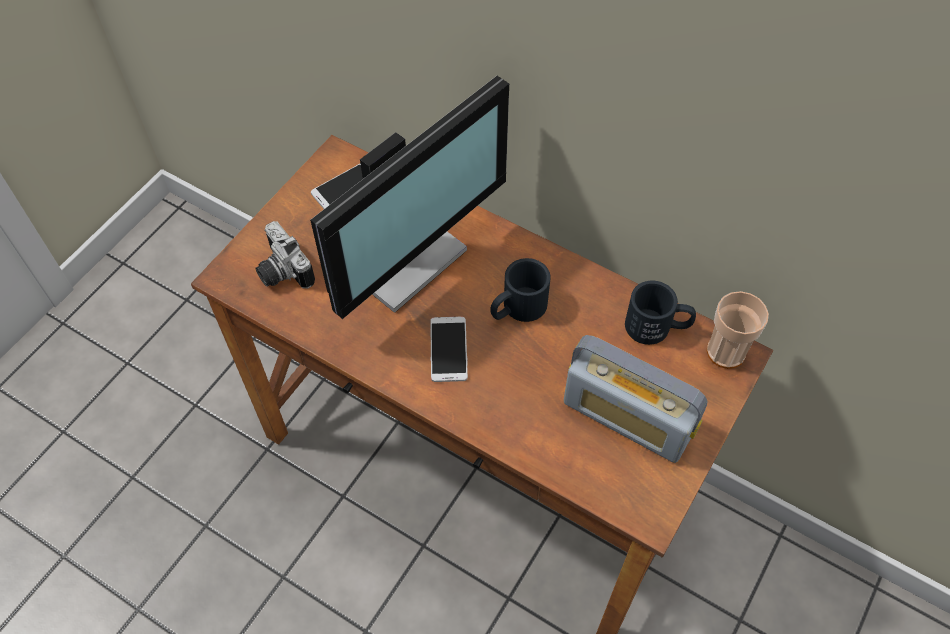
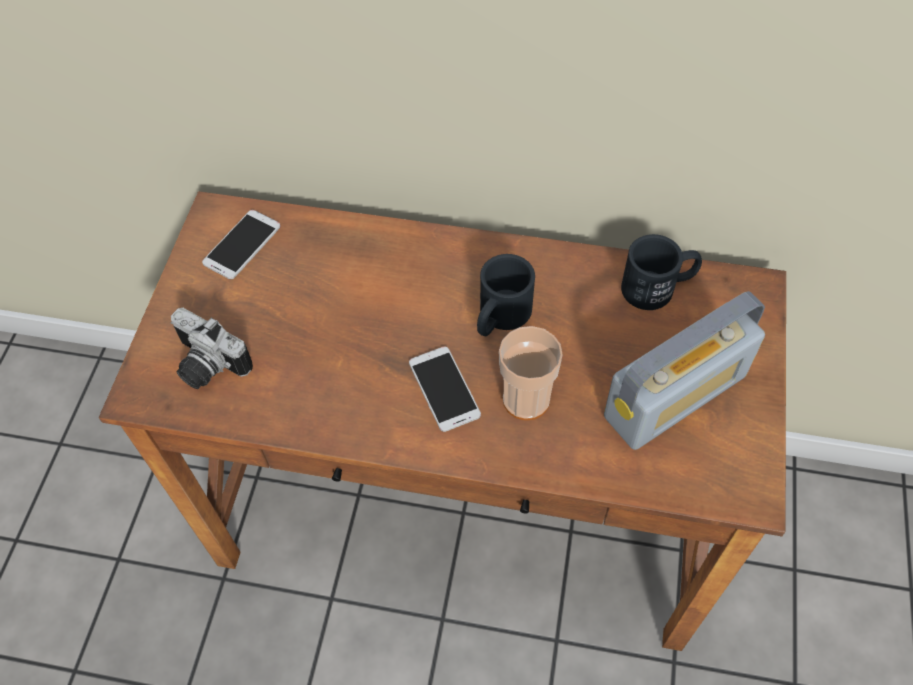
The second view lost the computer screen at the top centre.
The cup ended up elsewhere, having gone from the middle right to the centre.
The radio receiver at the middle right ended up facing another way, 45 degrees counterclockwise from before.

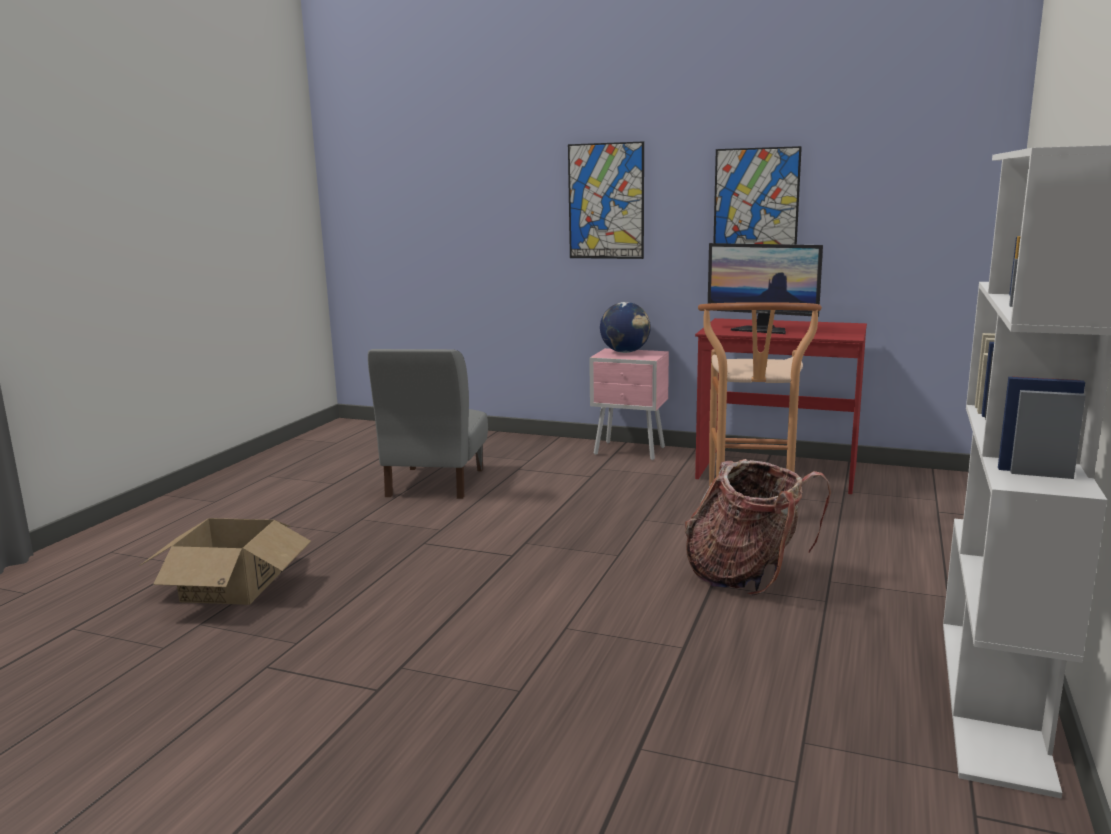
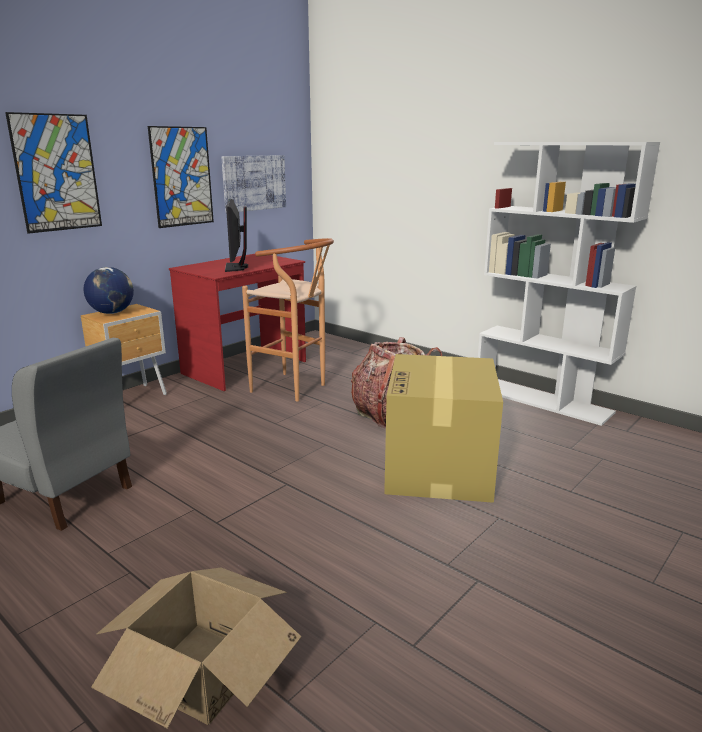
The second view gained the wall art (3rd from left) at the top centre.
The second view gained the carton (2nd from left) at the centre.
What was the pink-coloured bedside table at the centre turned into the brownish bedside table at the middle left.
The computer screen at the middle right ended up facing another way, 120 degrees clockwise from before.

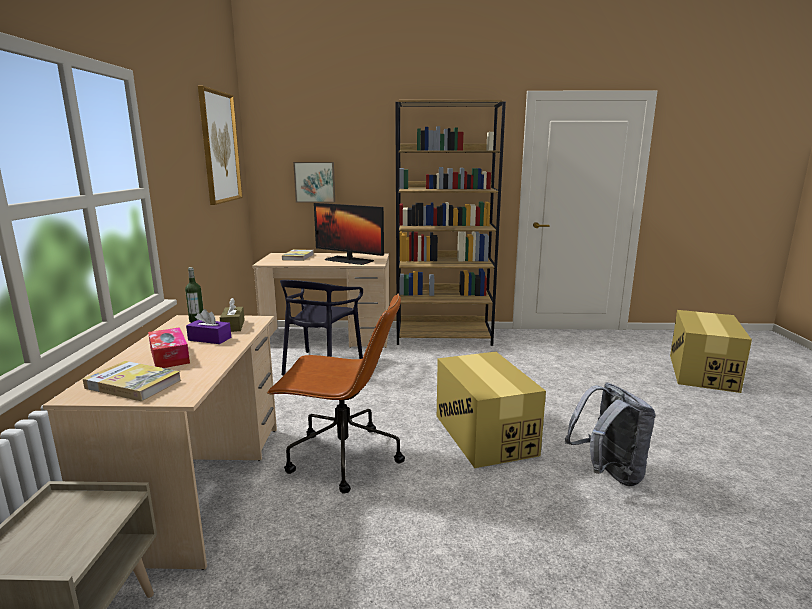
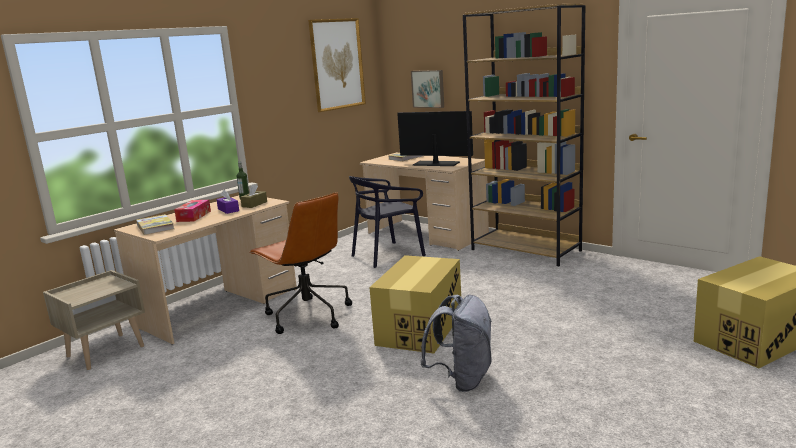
The computer screen at the centre ended up facing another way, 135 degrees clockwise from before.

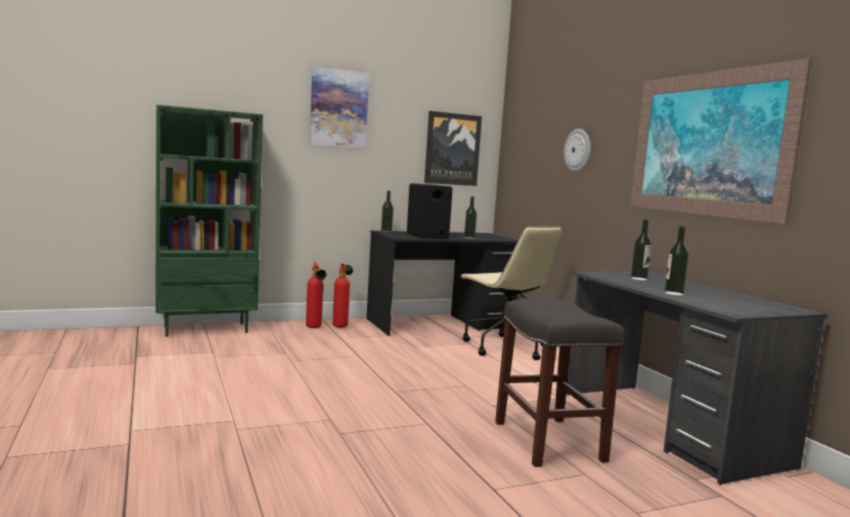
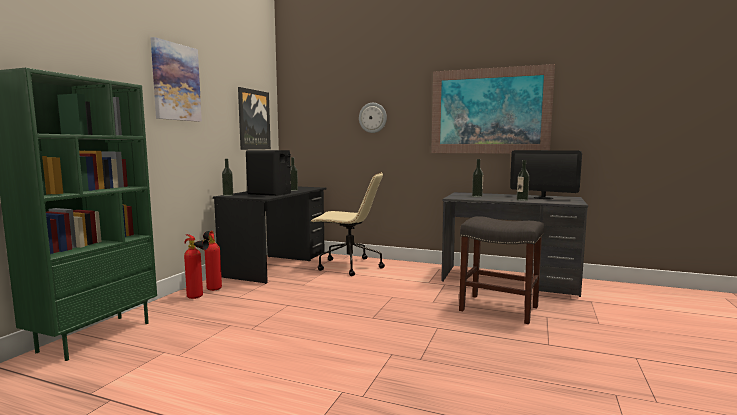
The second view gained the computer screen at the middle right.

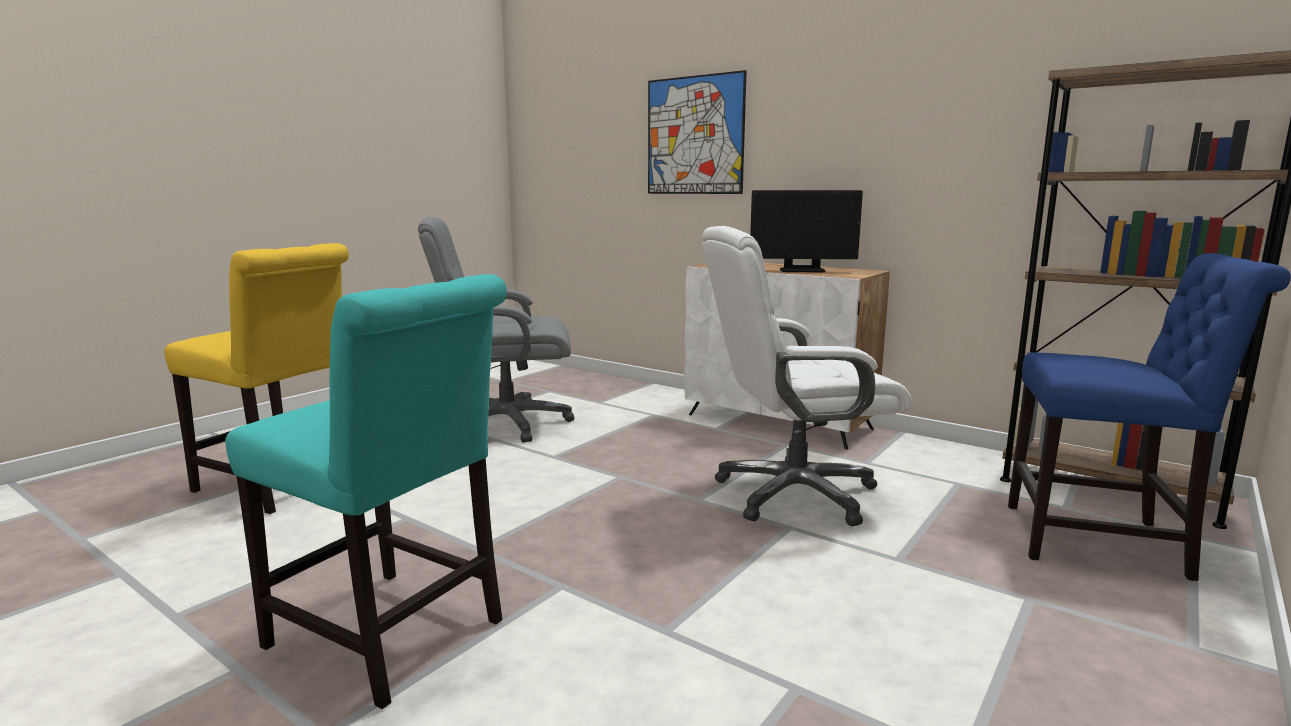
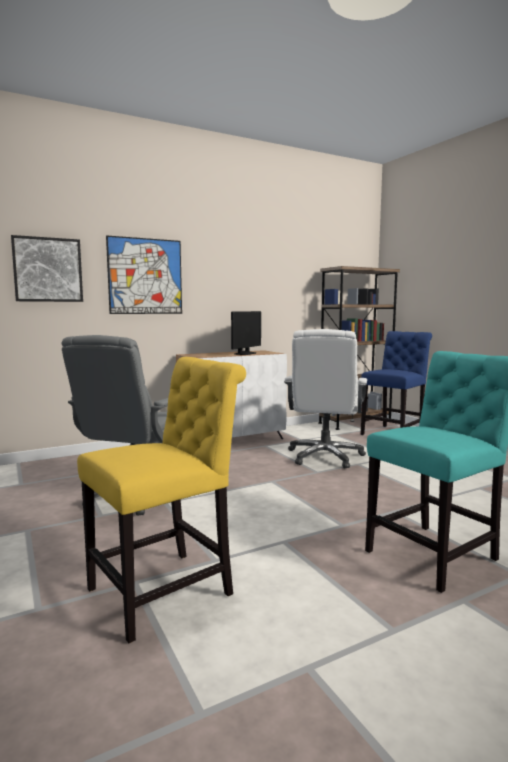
The second view gained the wall art (1st from left) at the middle left.

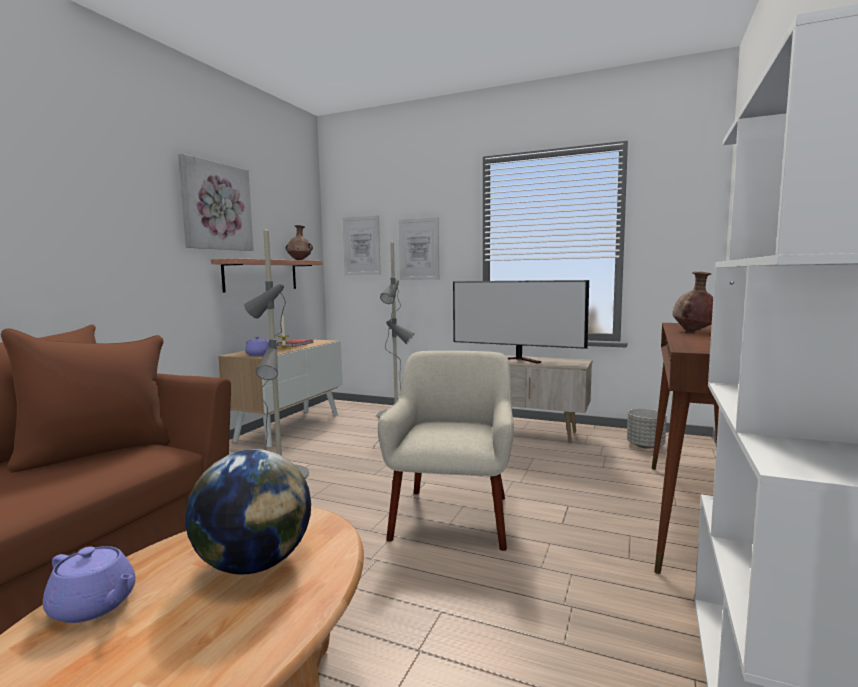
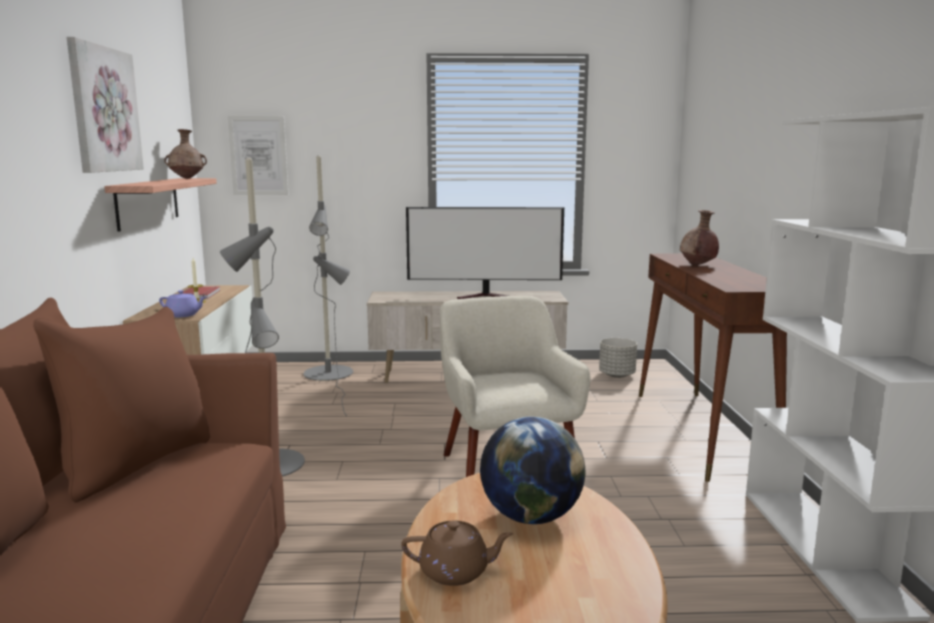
The second view lost the wall art (3rd from left) at the centre.
What was the purple-coloured teapot (1st from left) at the bottom left turned into the brownish teapot at the bottom centre.

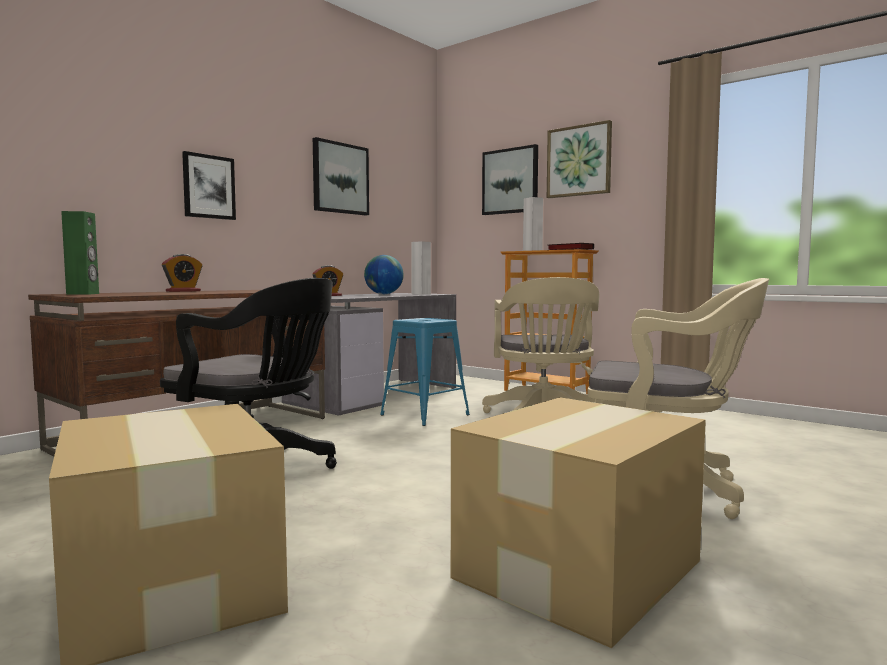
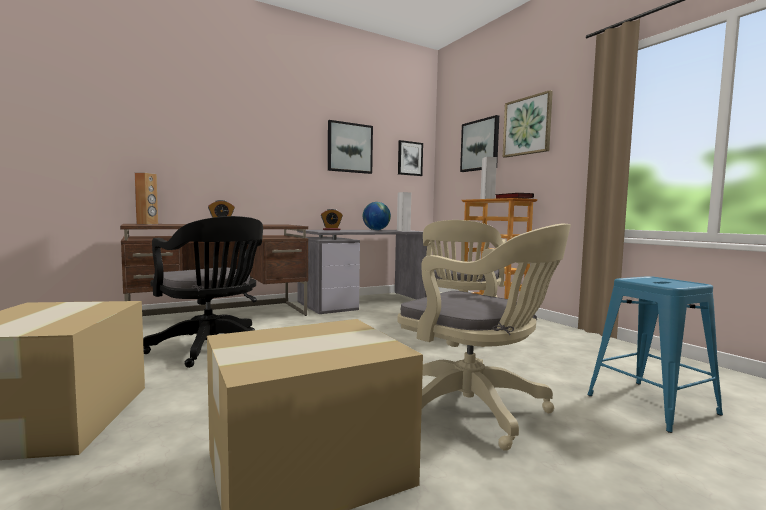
The wall art (1st from left in the first image) ended up elsewhere, having gone from the top left to the top centre.
The blue-coloured sitting stool ended up elsewhere, having gone from the centre to the bottom right.
What was the greenish loudspeaker at the middle left turned into the brownish loudspeaker at the middle left.

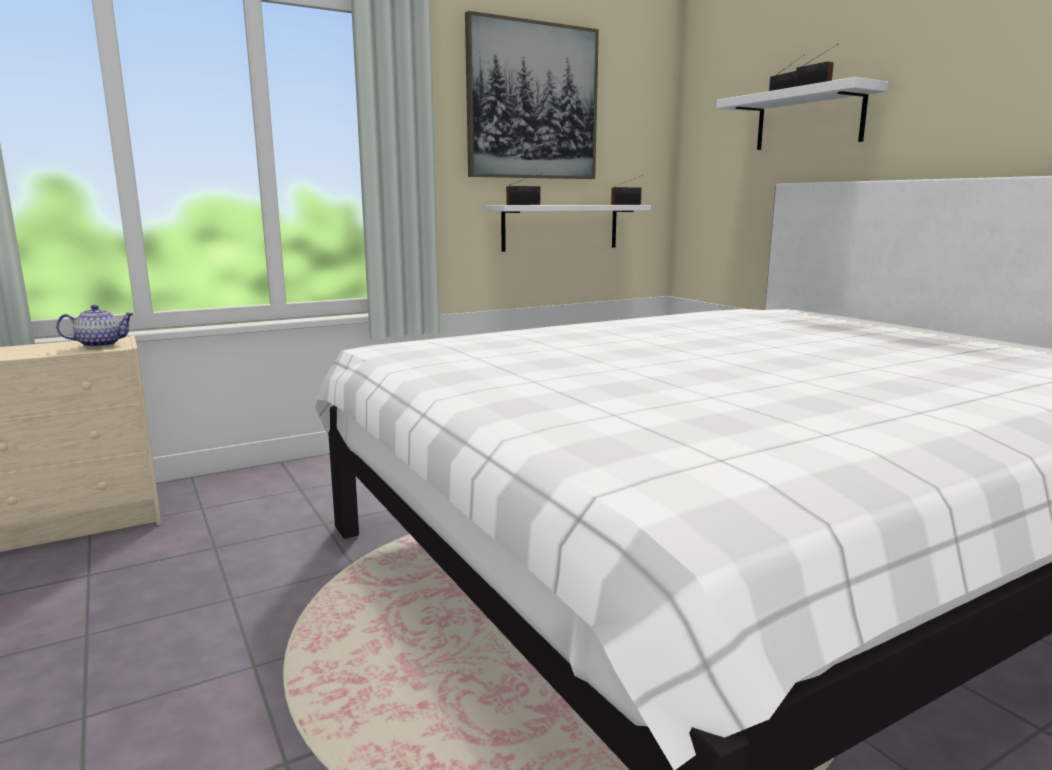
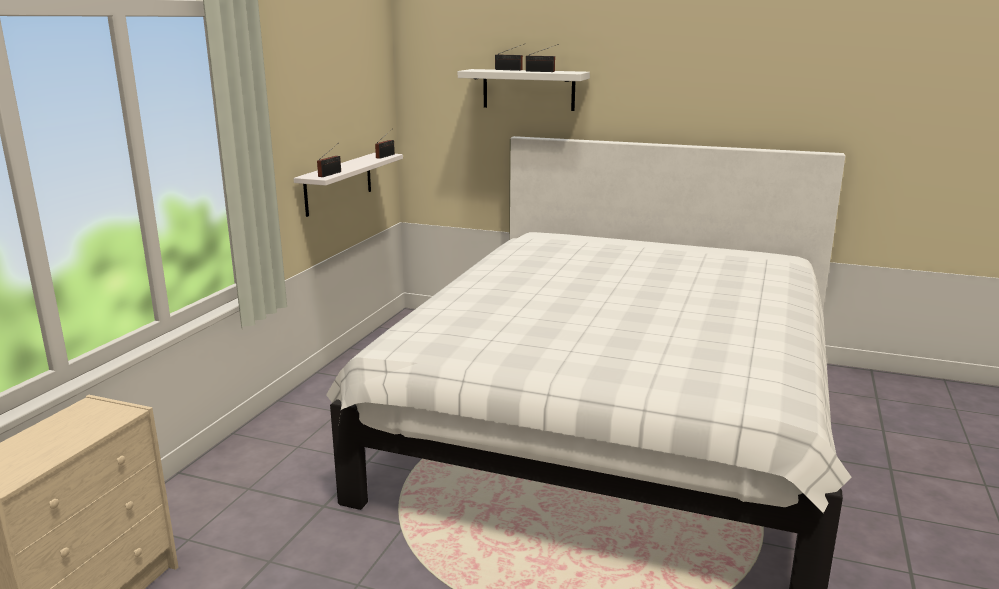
The second view lost the teapot at the middle left.
The second view lost the wall art at the top centre.

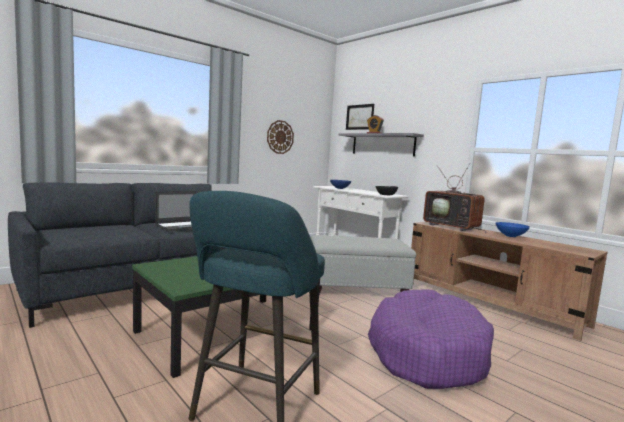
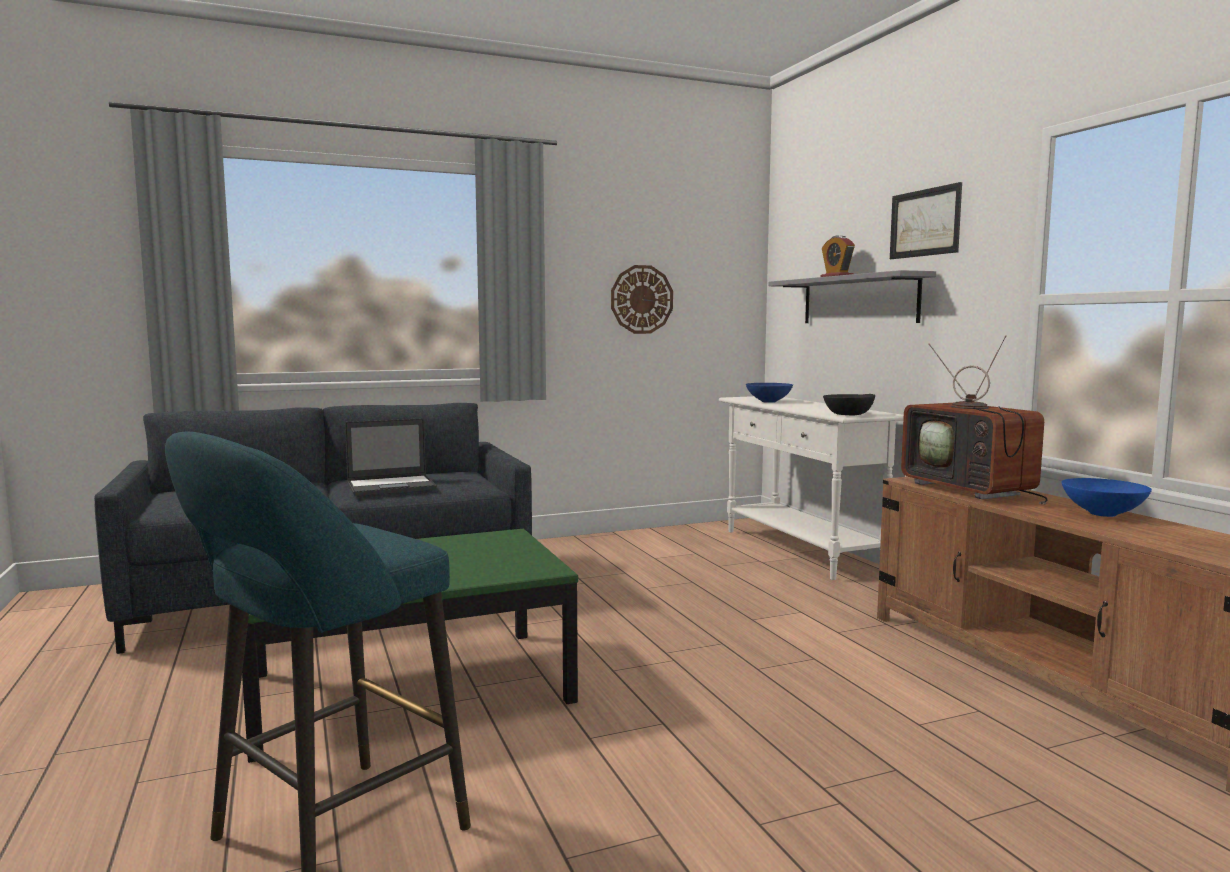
The second view lost the greyish pouffe at the centre.
The second view lost the purple-coloured pet bed at the bottom right.
The wall art ended up elsewhere, having gone from the top centre to the top right.

